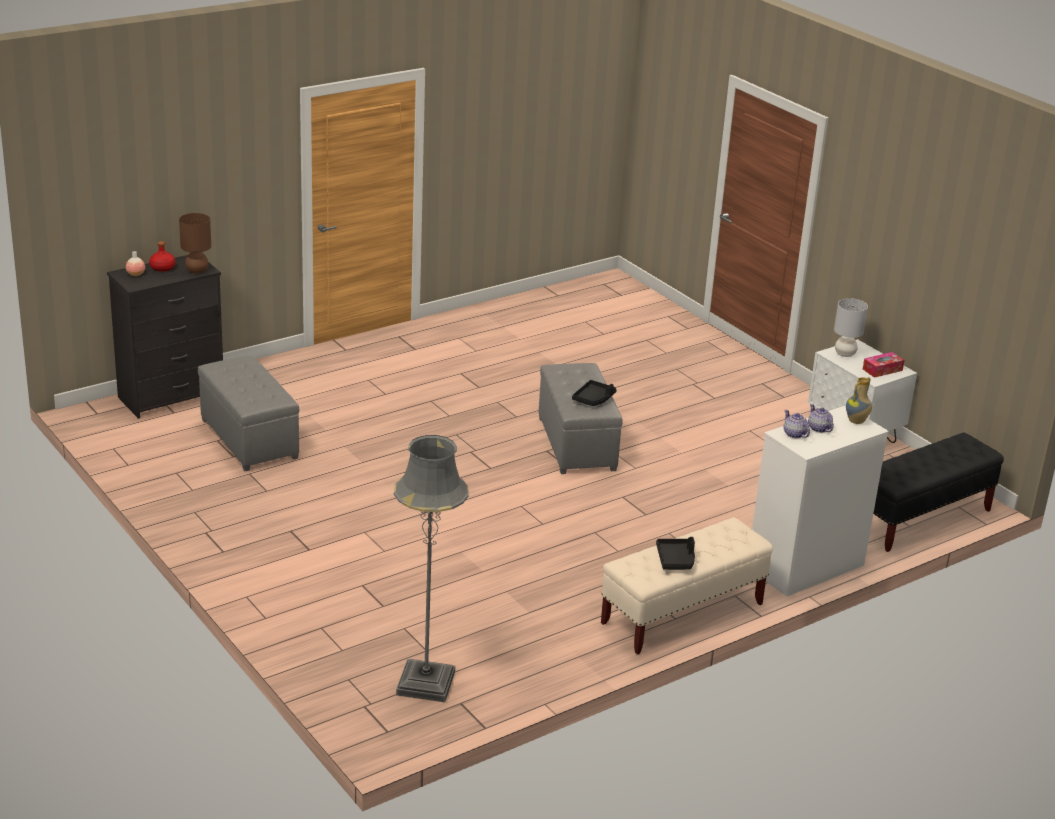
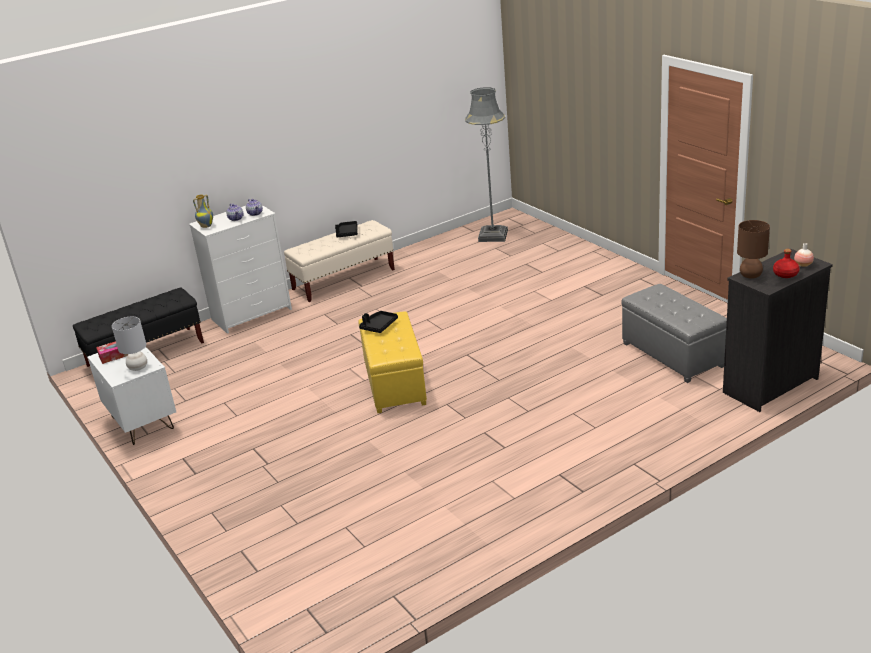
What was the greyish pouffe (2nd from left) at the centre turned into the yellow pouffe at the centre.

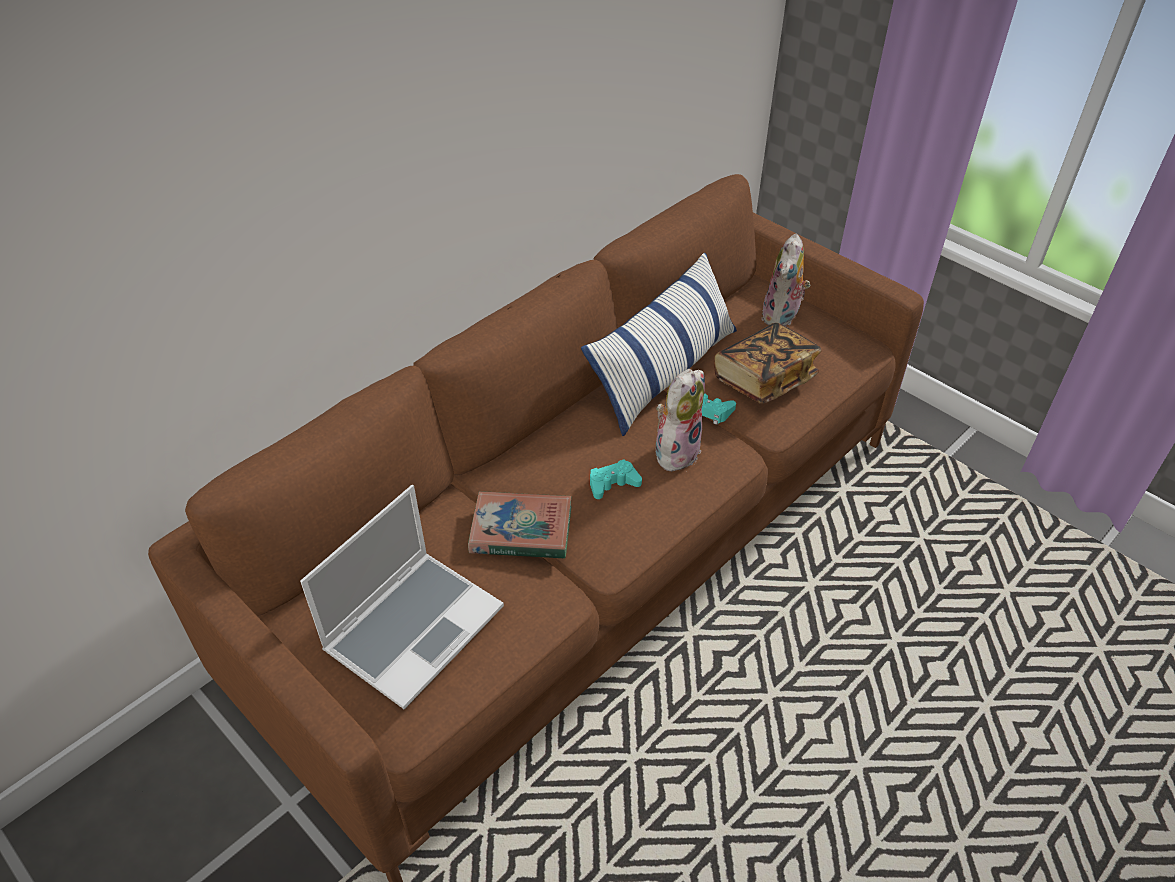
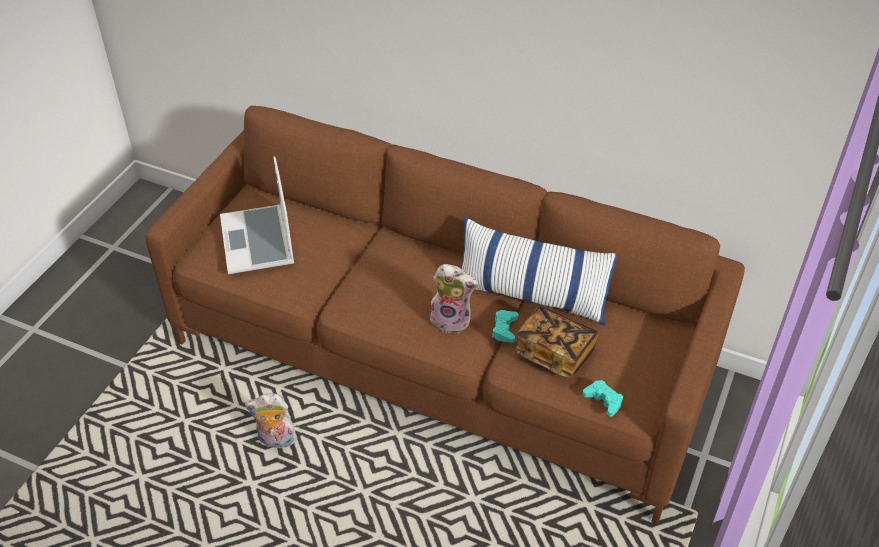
The second view lost the bound book (1st from left) at the centre.
The blue-green joypad (1st from left in the first image) ended up elsewhere, having gone from the centre to the bottom right.
The soft toy (2nd from left in the first image) ended up elsewhere, having gone from the top right to the bottom left.
The laptop at the bottom centre ended up facing another way, 60 degrees clockwise from before.

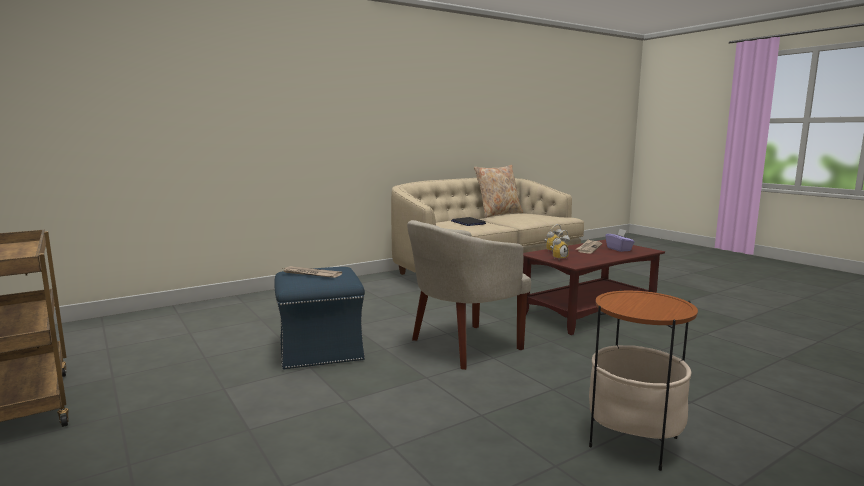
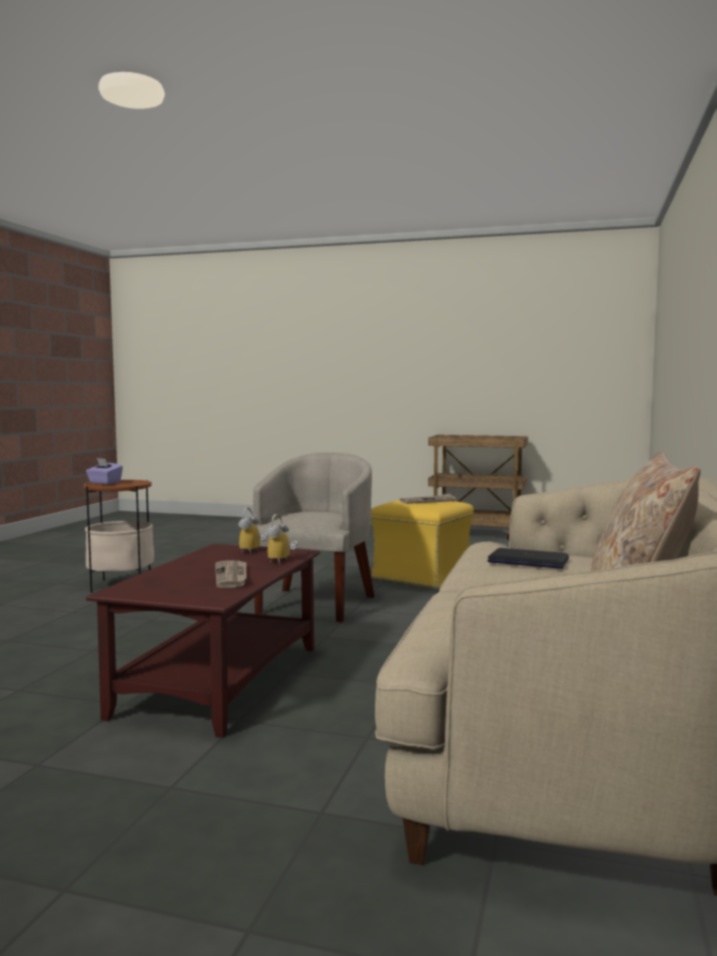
The purple-coloured tissue box ended up elsewhere, having gone from the middle right to the middle left.
What was the blue-coloured pouffe at the centre turned into the yellow pouffe at the centre.

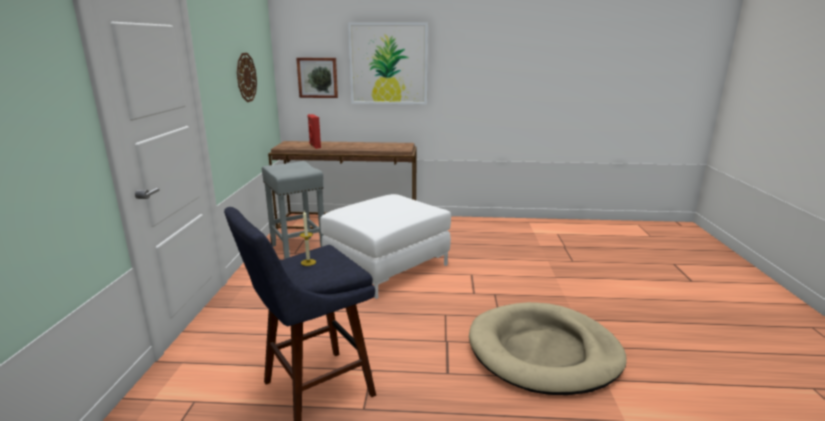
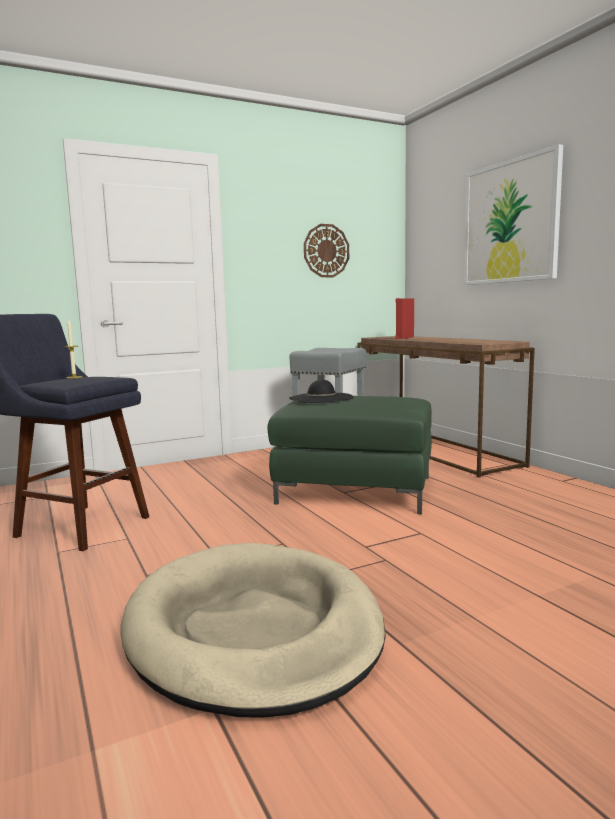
The second view lost the wall art (1st from left) at the top centre.
The second view gained the blackish clothing hat at the centre.
What was the whitish pouffe at the centre turned into the greenish pouffe at the centre.

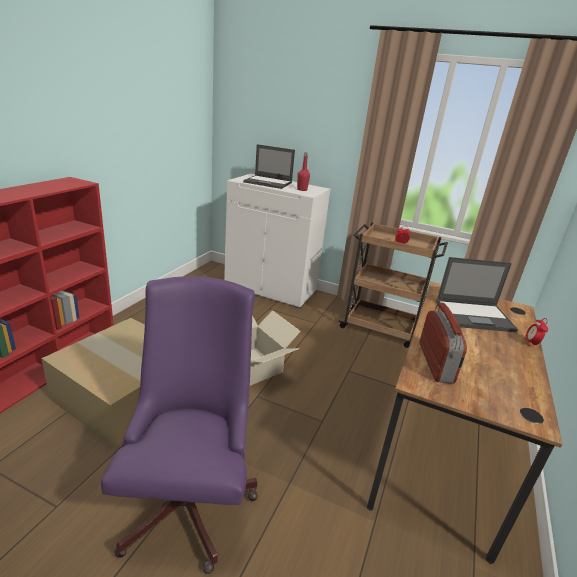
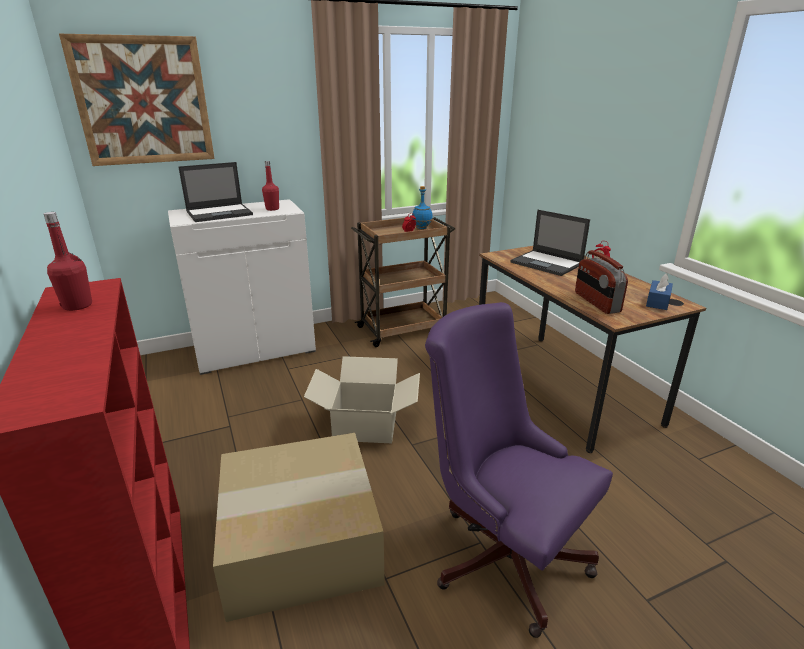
The second view gained the red beverage bottle (1st from left) at the middle left.
The second view gained the wall art at the top left.
The second view gained the blue-coloured beverage bottle at the top centre.
The second view gained the blue-coloured tissue box at the middle right.
The radio receiver at the middle right ended up facing another way, 150 degrees counterclockwise from before.
The laptop (2nd from left) at the middle right ended up facing another way, 90 degrees clockwise from before.

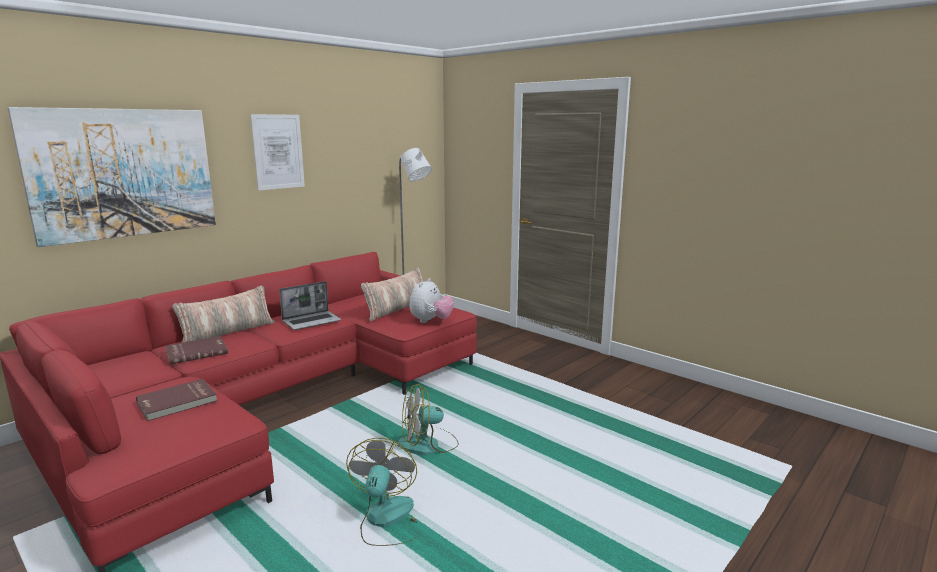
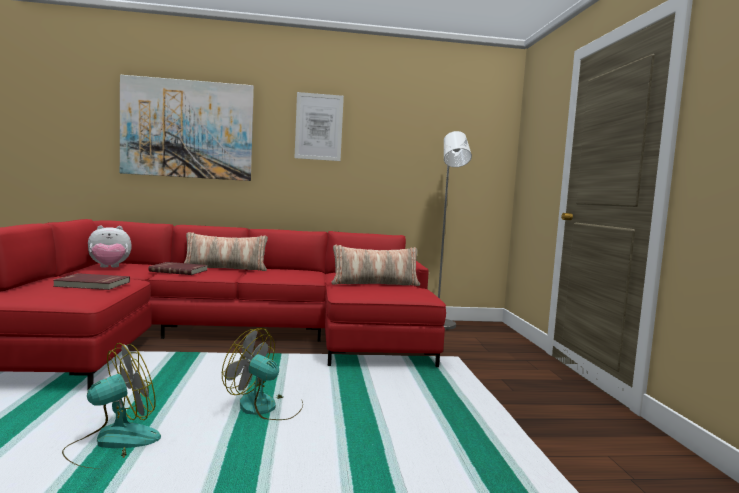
The second view lost the laptop at the middle left.
The soft toy ended up elsewhere, having gone from the centre to the middle left.

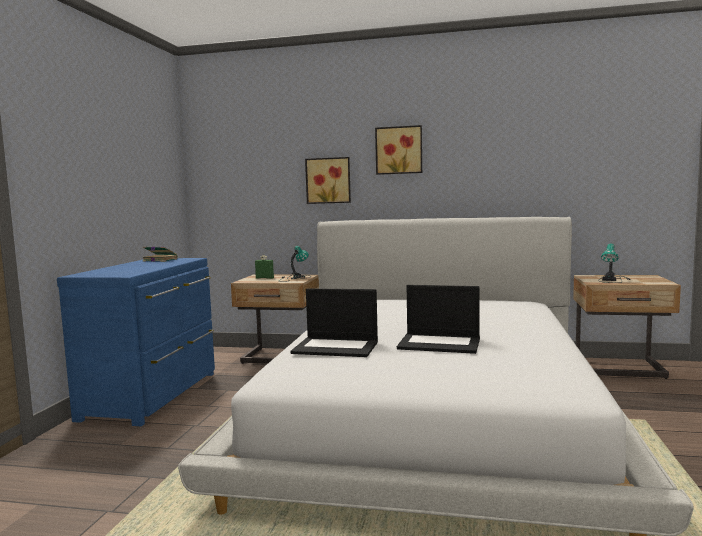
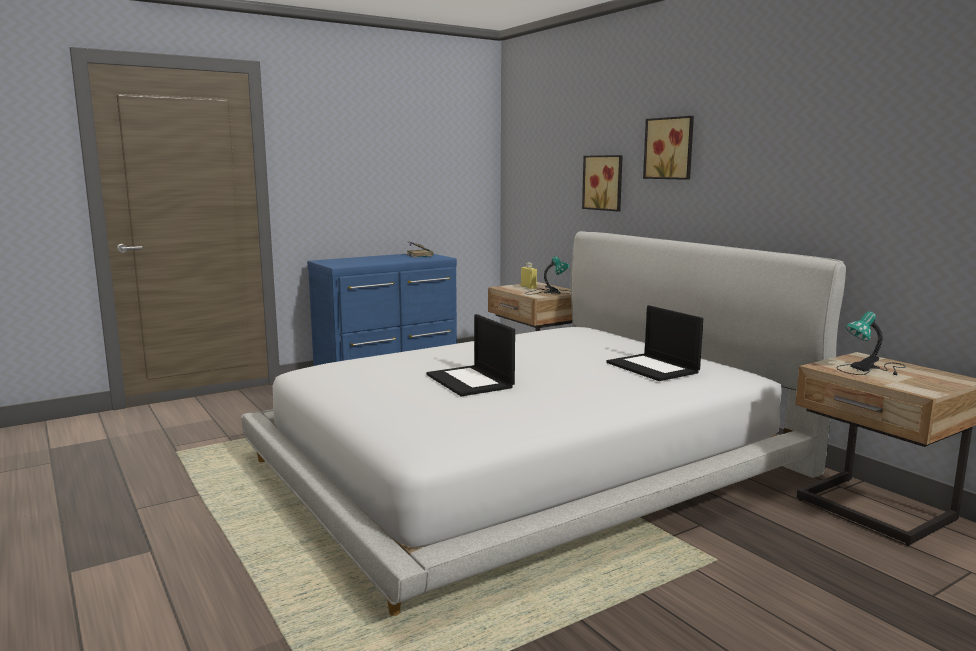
The laptop (1st from left in the first image) ended up elsewhere, having gone from the centre to the middle right.
What was the greenish beverage bottle at the centre turned into the yellow beverage bottle at the centre.

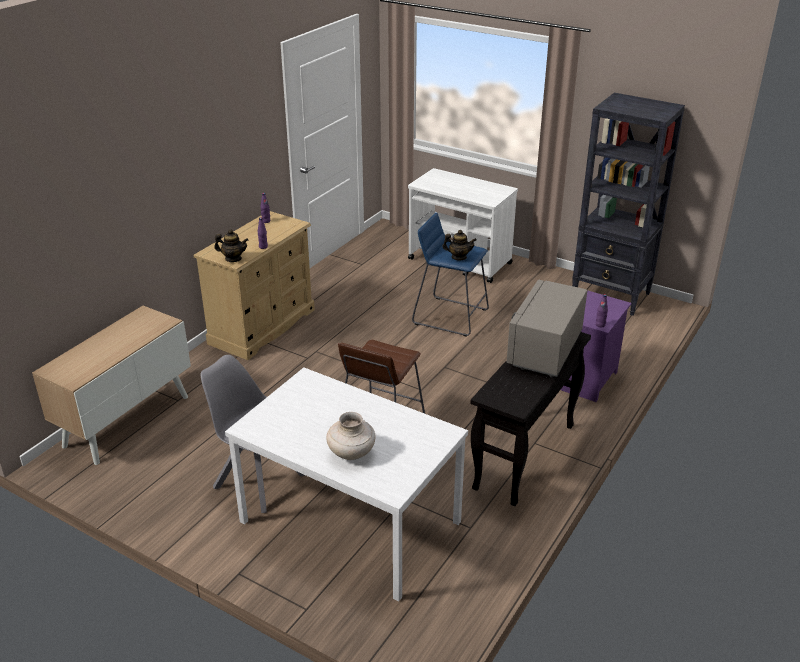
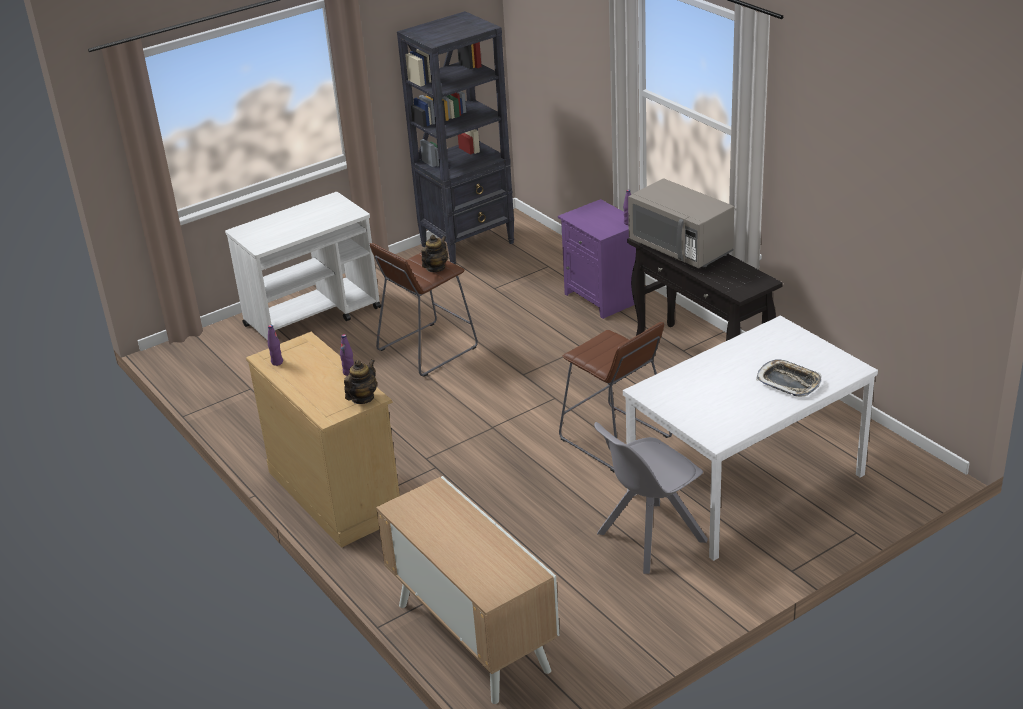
Where the beige-coloured decorative vase stood at the centre, the serving tray came to stand at the middle right.
What was the blue-coloured sitting stool at the centre turned into the brownish sitting stool (1st from left) at the centre.

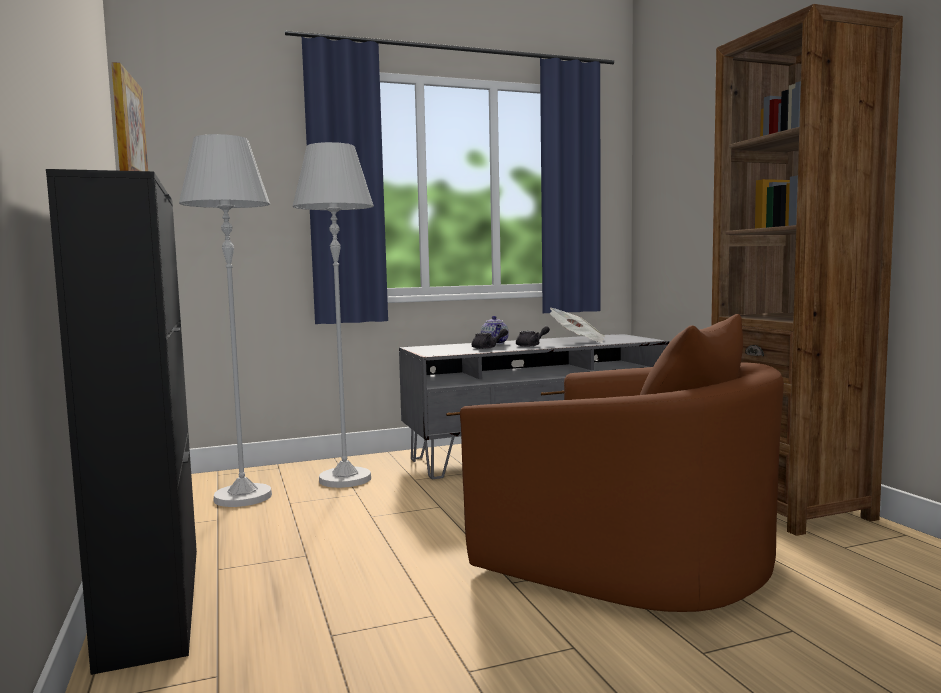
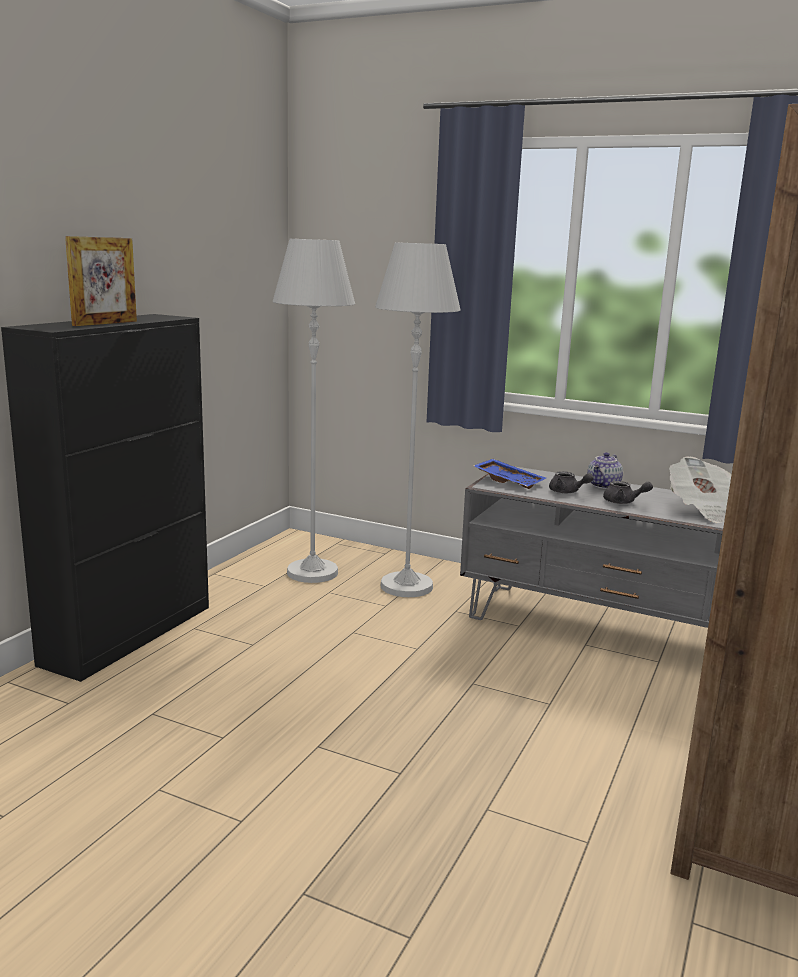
The second view lost the brownish easy chair at the bottom centre.
The second view gained the blue-coloured serving tray at the centre.

